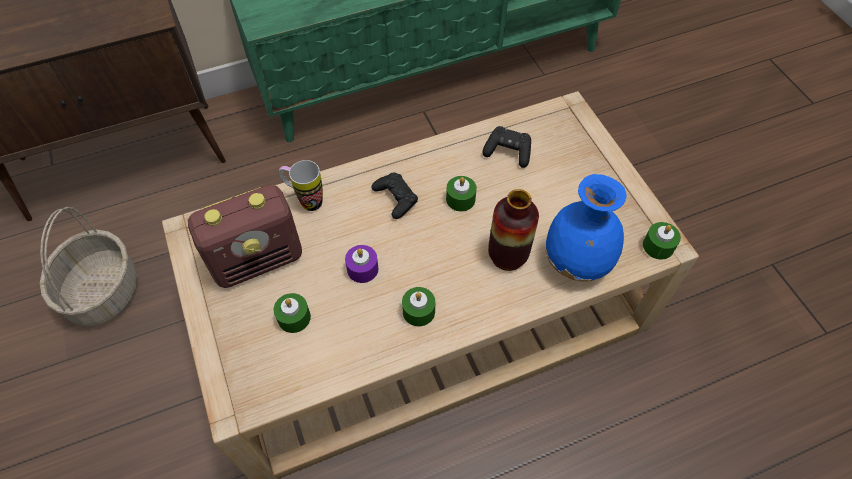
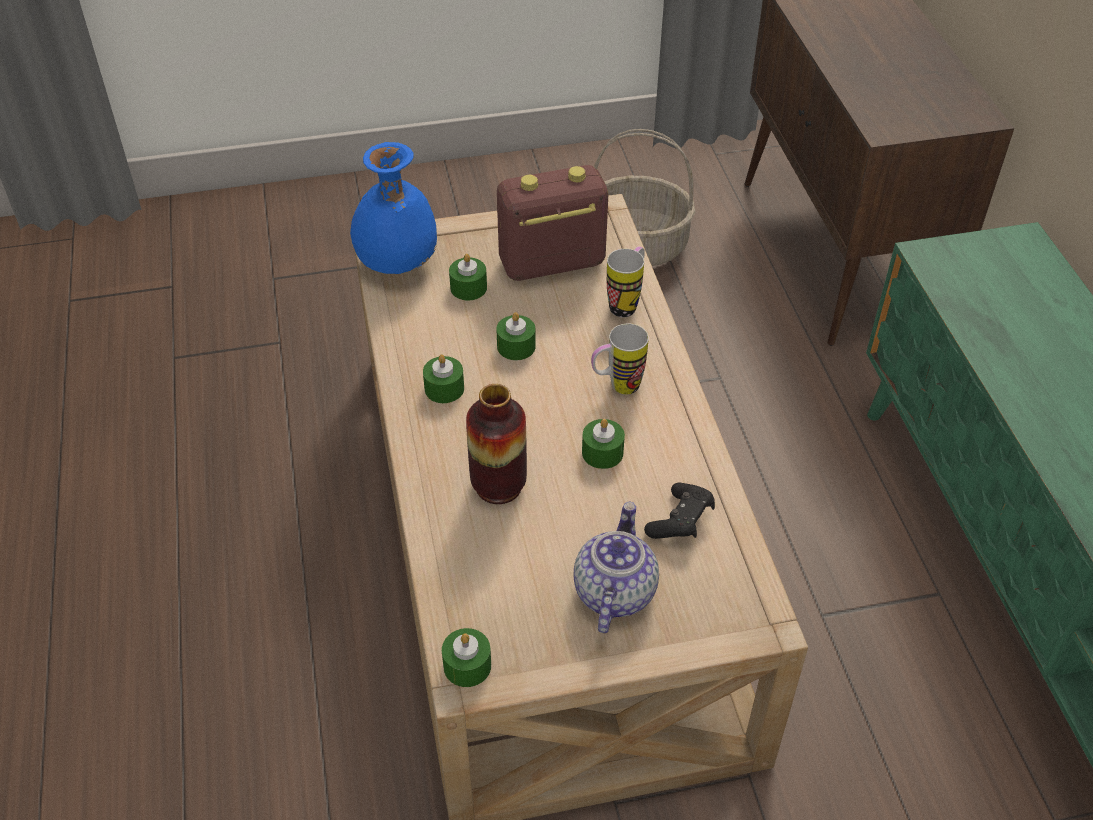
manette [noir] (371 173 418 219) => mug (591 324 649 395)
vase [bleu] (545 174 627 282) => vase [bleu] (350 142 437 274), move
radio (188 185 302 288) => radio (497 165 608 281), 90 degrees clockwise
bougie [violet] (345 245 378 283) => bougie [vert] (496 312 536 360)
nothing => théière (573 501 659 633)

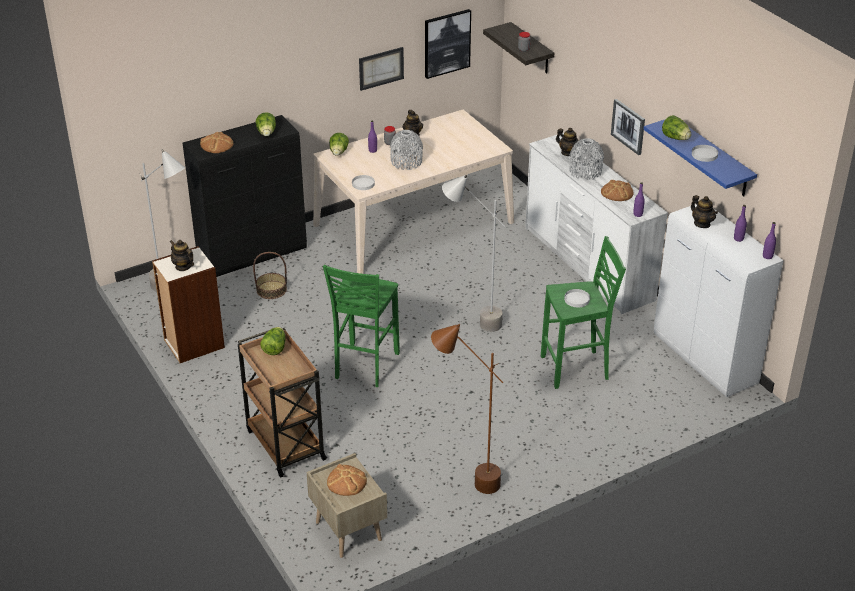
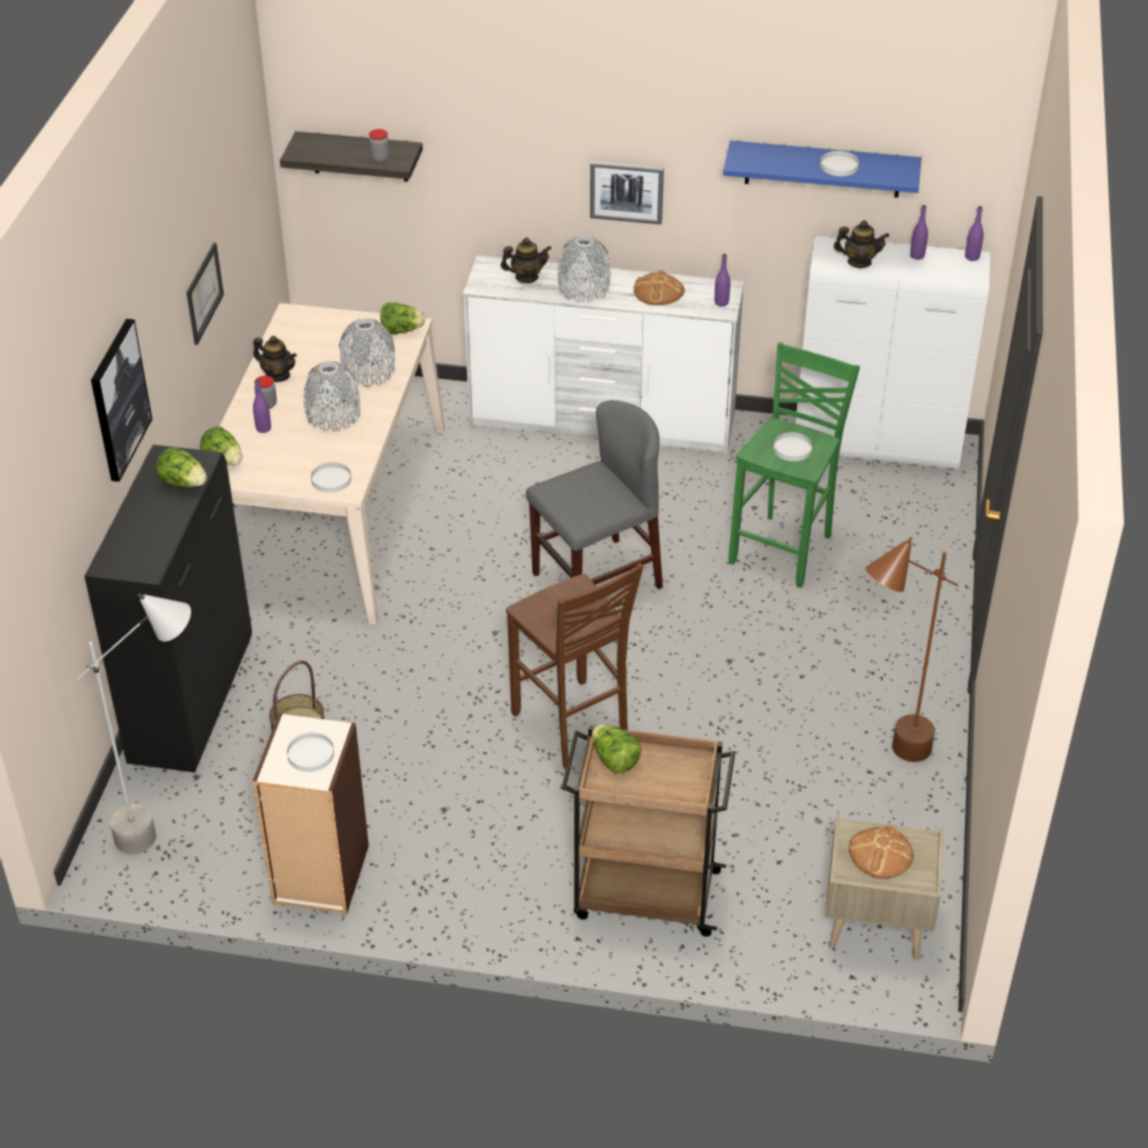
tableau (425 9 471 79) => tableau (91 319 152 482), move
laitue (662 115 691 140) => laitue (381 303 425 334), move
pain (200 132 234 153) => nothing
lampadaire [gris] (442 175 505 332) => chaise [gris] (526 400 663 590)
théière (170 240 194 271) => assiette [blanc] (287 733 334 772)
tabouret [vert] (323 265 400 387) => tabouret [marron] (506 563 644 769)
nothing => vase [gris] (339 318 395 387)

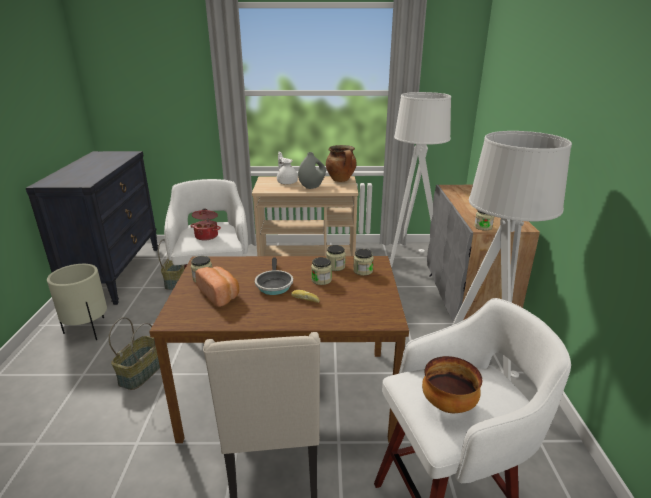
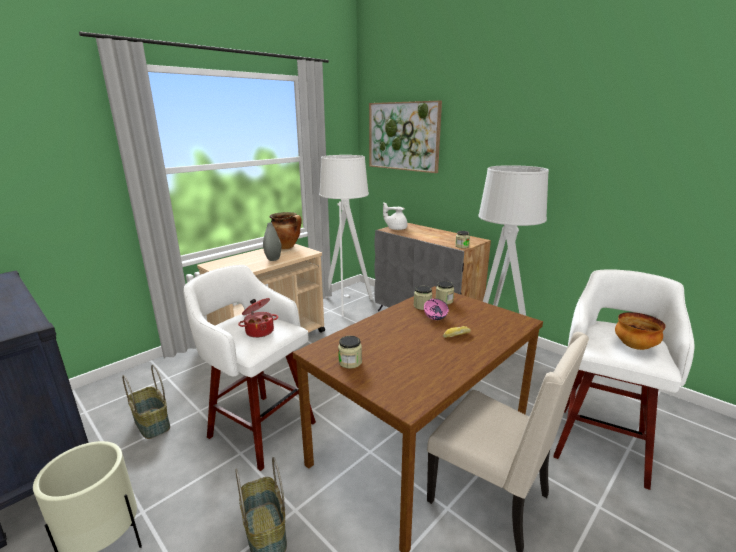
théière [blanc] (277 152 298 184) => théière [blanc] (383 202 408 230), move
poêle (255 257 293 295) => nothing
bocal (311 257 332 285) => bol [rose] (424 299 449 320)
pain (195 267 239 307) => nothing
nothing => tableau (369 101 442 173)

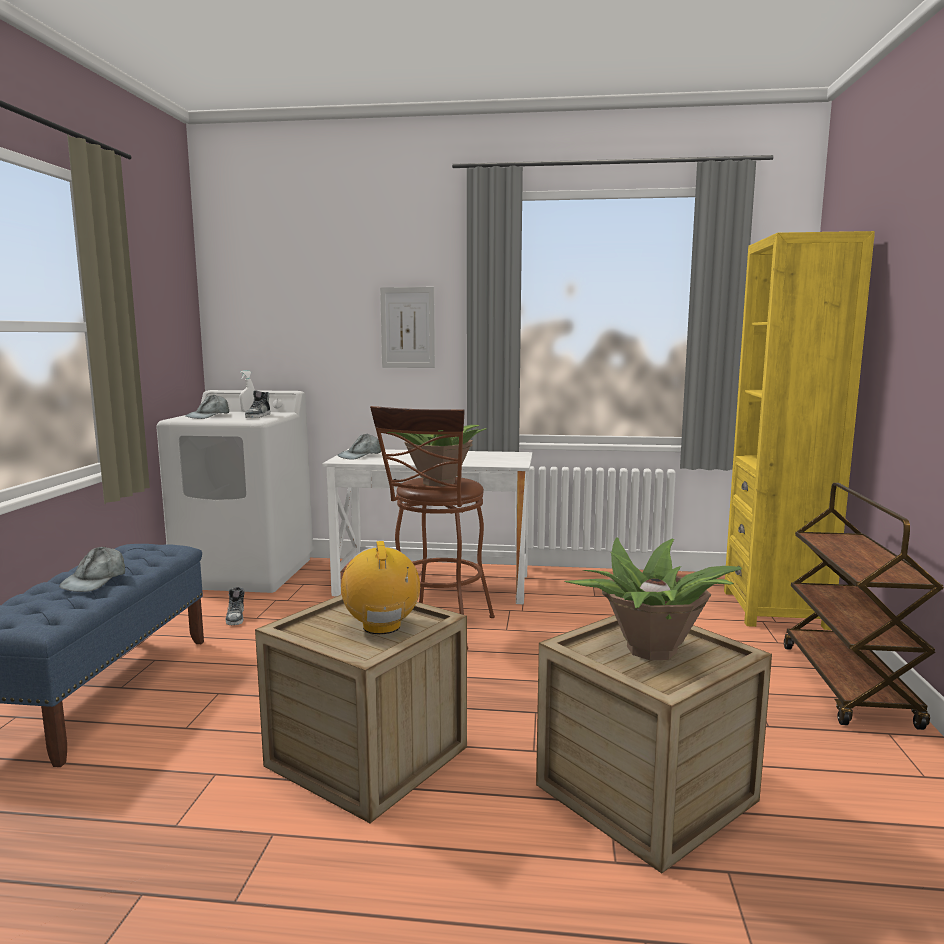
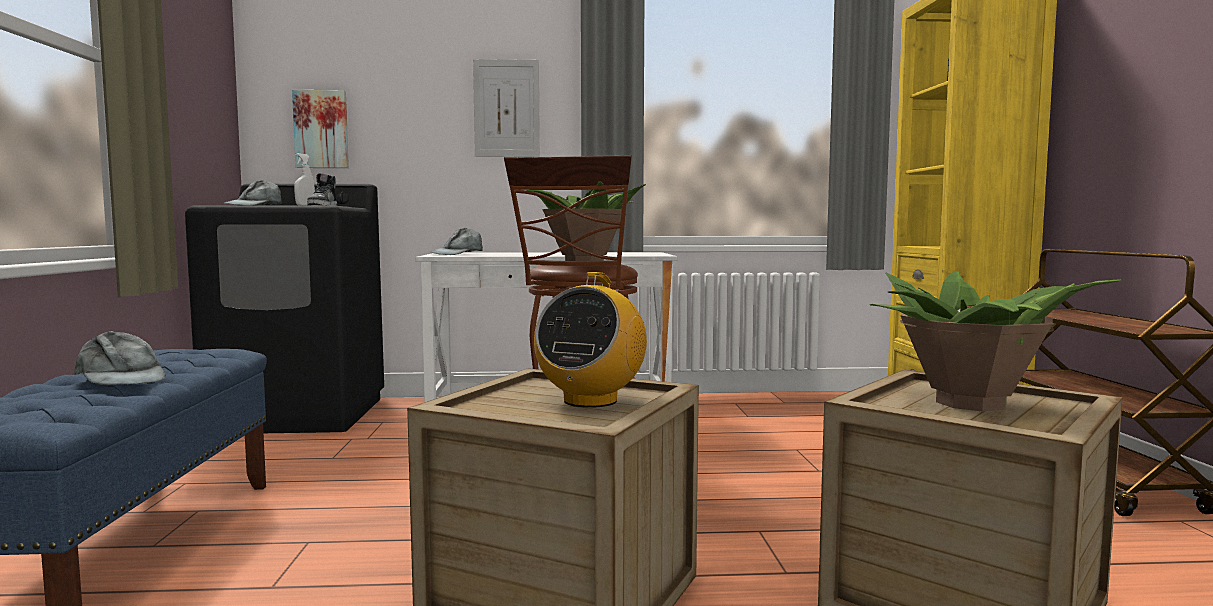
lave-linge [blanc] (156 390 313 593) => lave-linge [noir] (185 183 384 433)
radio (341 541 420 634) => radio (534 272 647 408), 135 degrees counterclockwise
casquette [gris] (59 547 125 592) => casquette [gris] (74 331 166 385), 45 degrees counterclockwise
chaussure (226 587 245 625) => nothing
nothing => tableau (292 90 349 168)

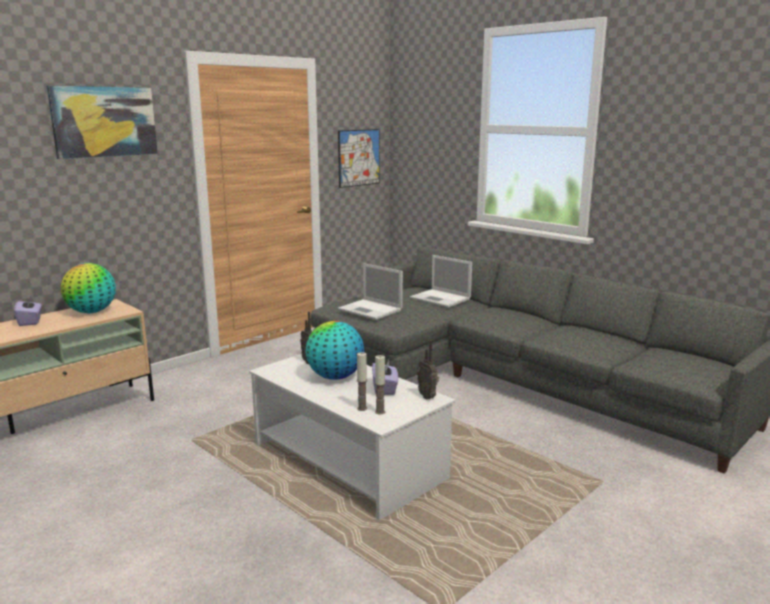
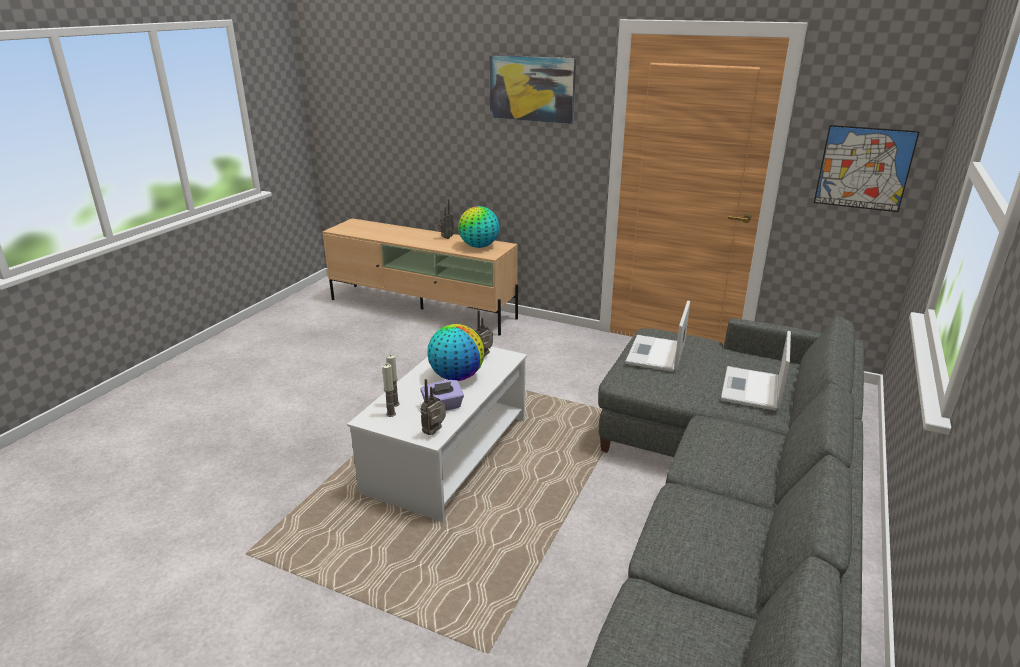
boîte à mouchoirs [violet] (14 295 42 326) => radio (438 199 454 239)

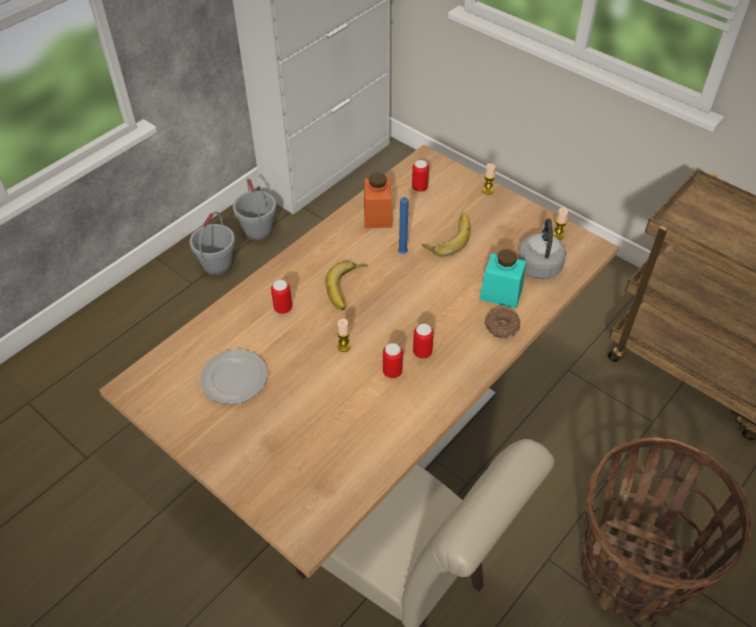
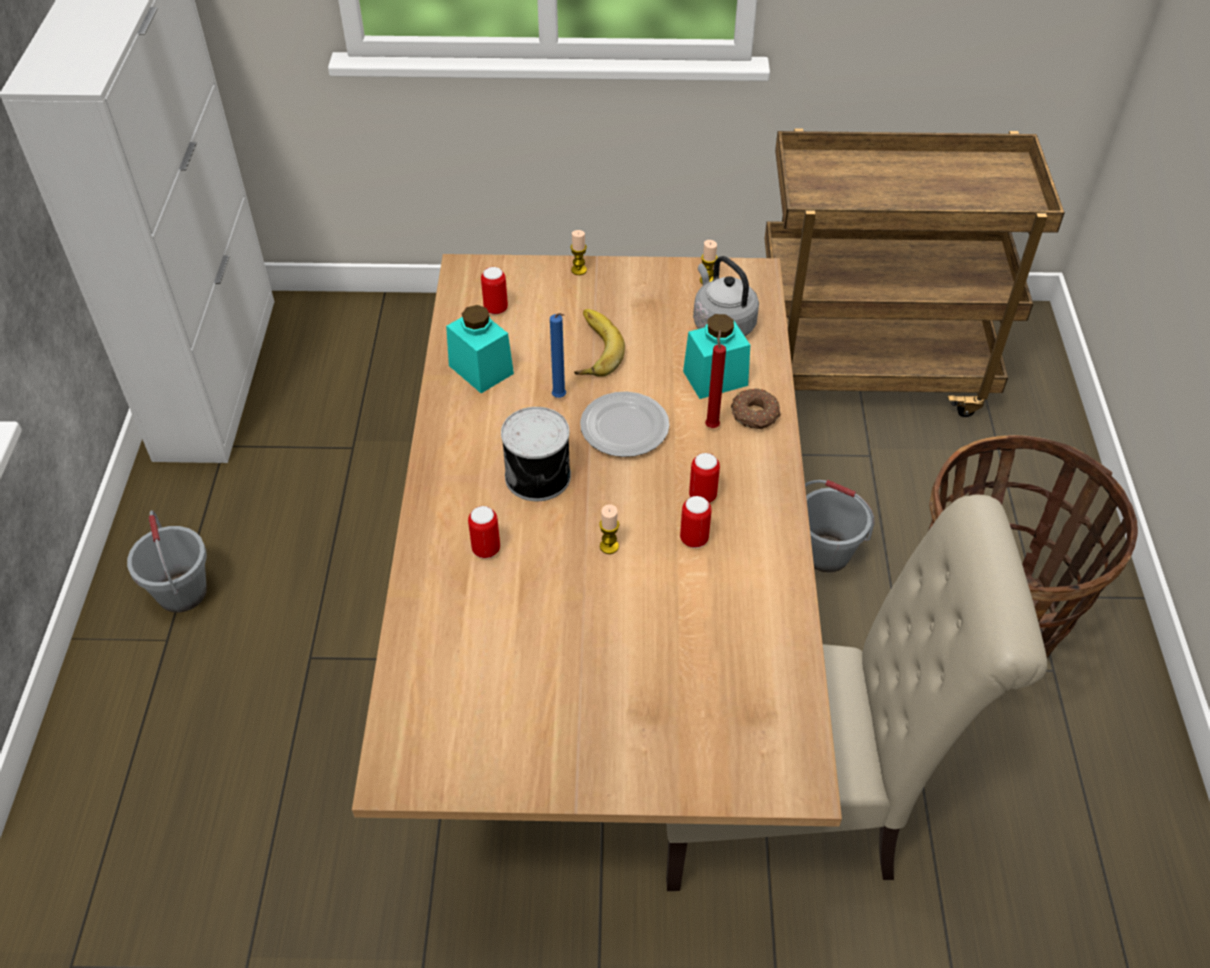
bocal [orange] (364 172 392 228) => bocal [turquoise] (446 305 514 393)
seau [gris] (233 178 276 241) => seau [gris] (805 480 875 572), move
banane (325 261 368 310) => boîte métallique (501 407 571 501)
assiette (200 350 267 404) => assiette (580 391 670 457), move
nothing => bougie [rouge] (705 330 726 428)

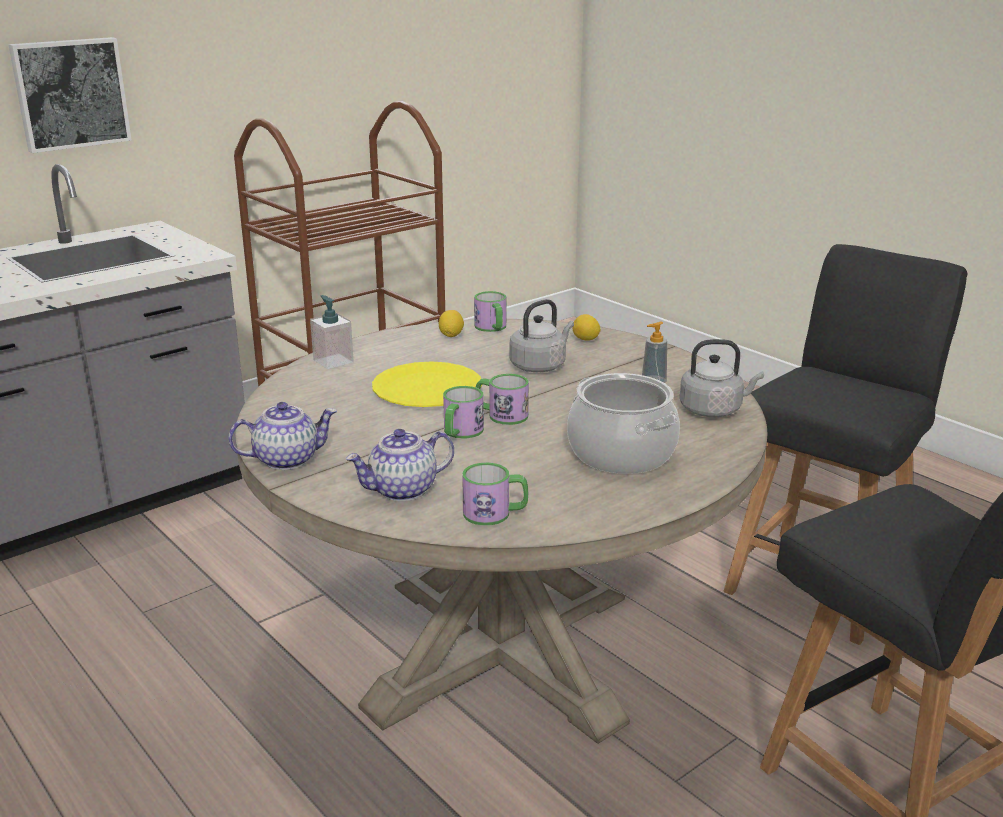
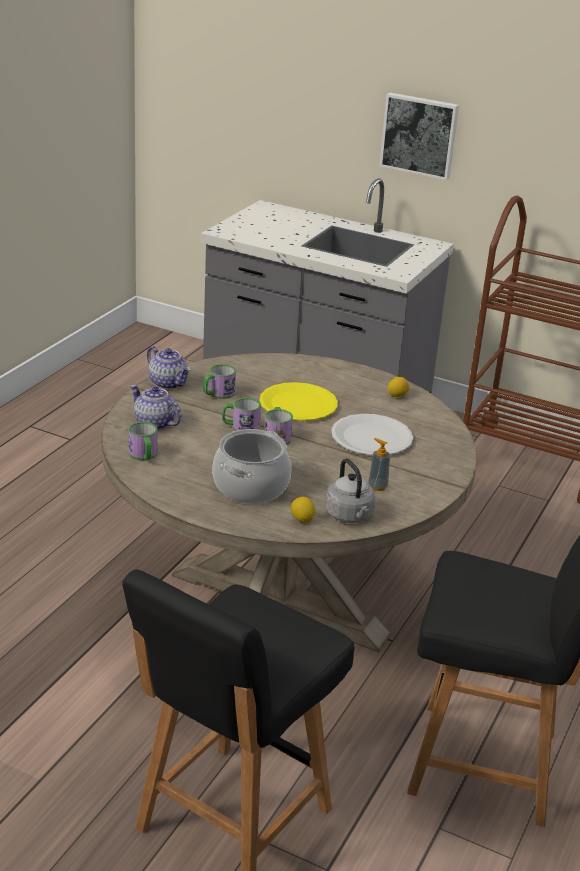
mug (474 291 506 332) => mug (203 364 236 399), move
distributeur de savon (310 295 354 369) => nothing
bouilloire [gris] (509 299 574 372) => assiette [blanc] (331 414 413 455)
citron (572 314 601 341) => citron (291 497 315 523), move

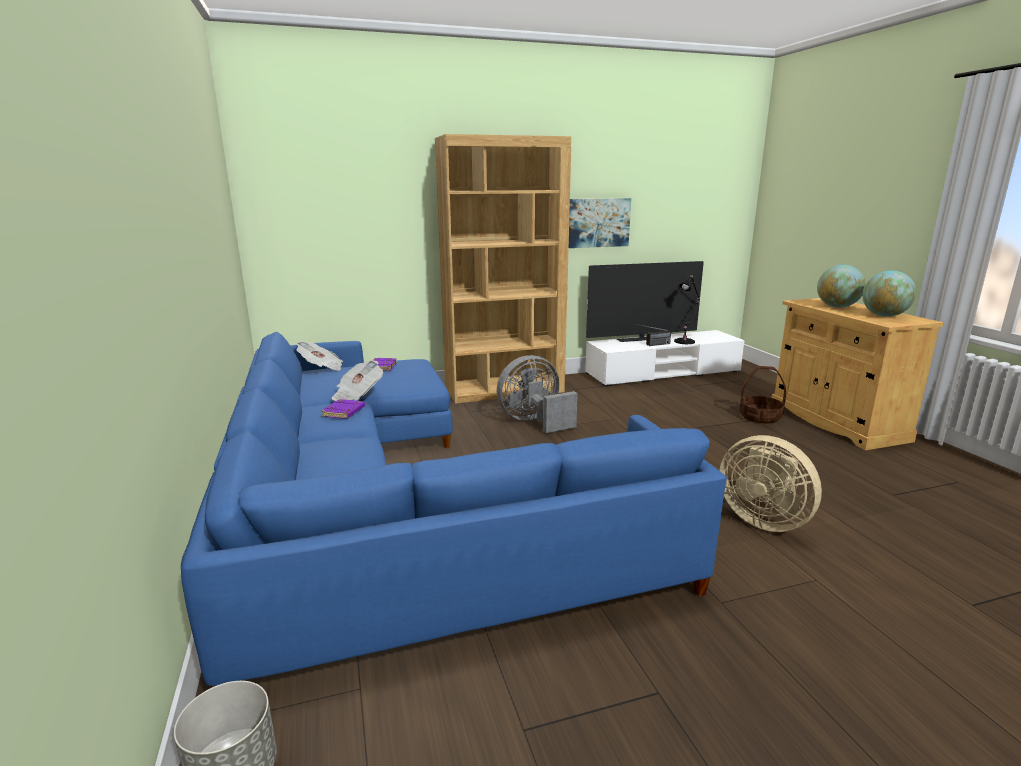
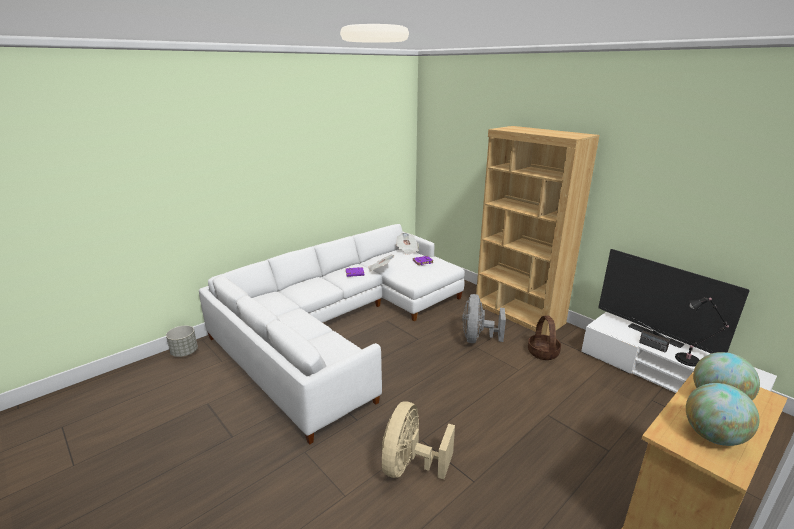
tableau (569 198 631 248) => nothing
canapé [bleu] (181 332 727 687) => canapé [blanc] (199 224 465 445)
ventilateur [gris] (497 355 578 433) => ventilateur [gris] (462 294 506 343), 120 degrees counterclockwise
panier (740 366 786 423) => panier (528 315 561 360), move

